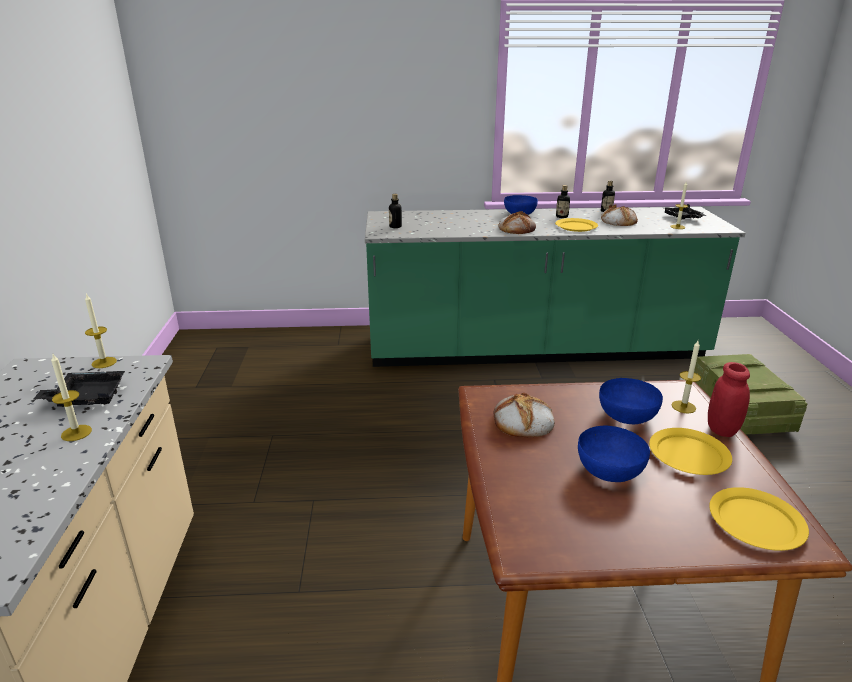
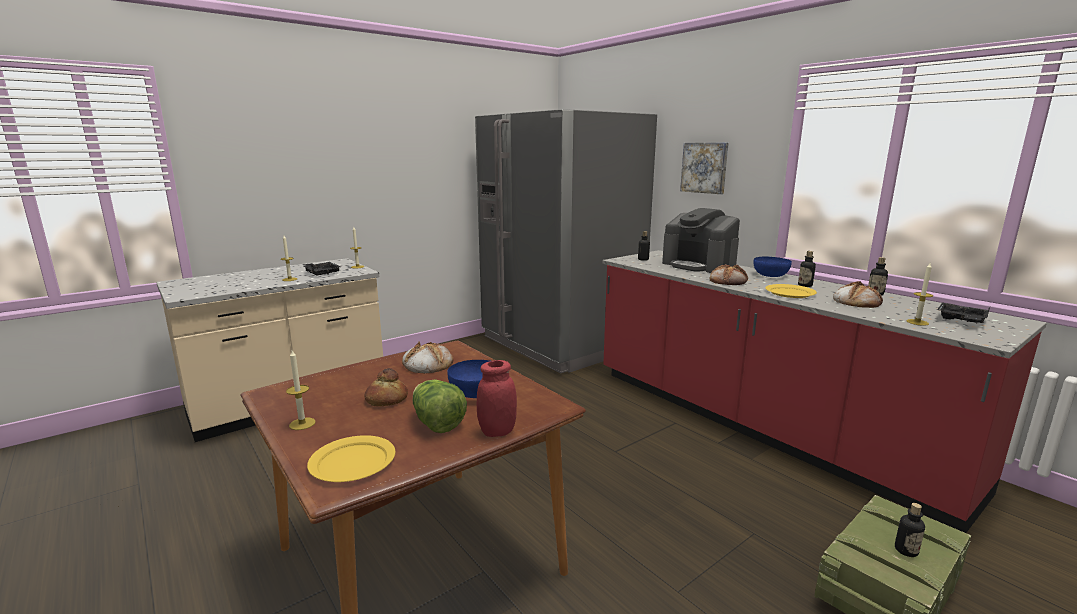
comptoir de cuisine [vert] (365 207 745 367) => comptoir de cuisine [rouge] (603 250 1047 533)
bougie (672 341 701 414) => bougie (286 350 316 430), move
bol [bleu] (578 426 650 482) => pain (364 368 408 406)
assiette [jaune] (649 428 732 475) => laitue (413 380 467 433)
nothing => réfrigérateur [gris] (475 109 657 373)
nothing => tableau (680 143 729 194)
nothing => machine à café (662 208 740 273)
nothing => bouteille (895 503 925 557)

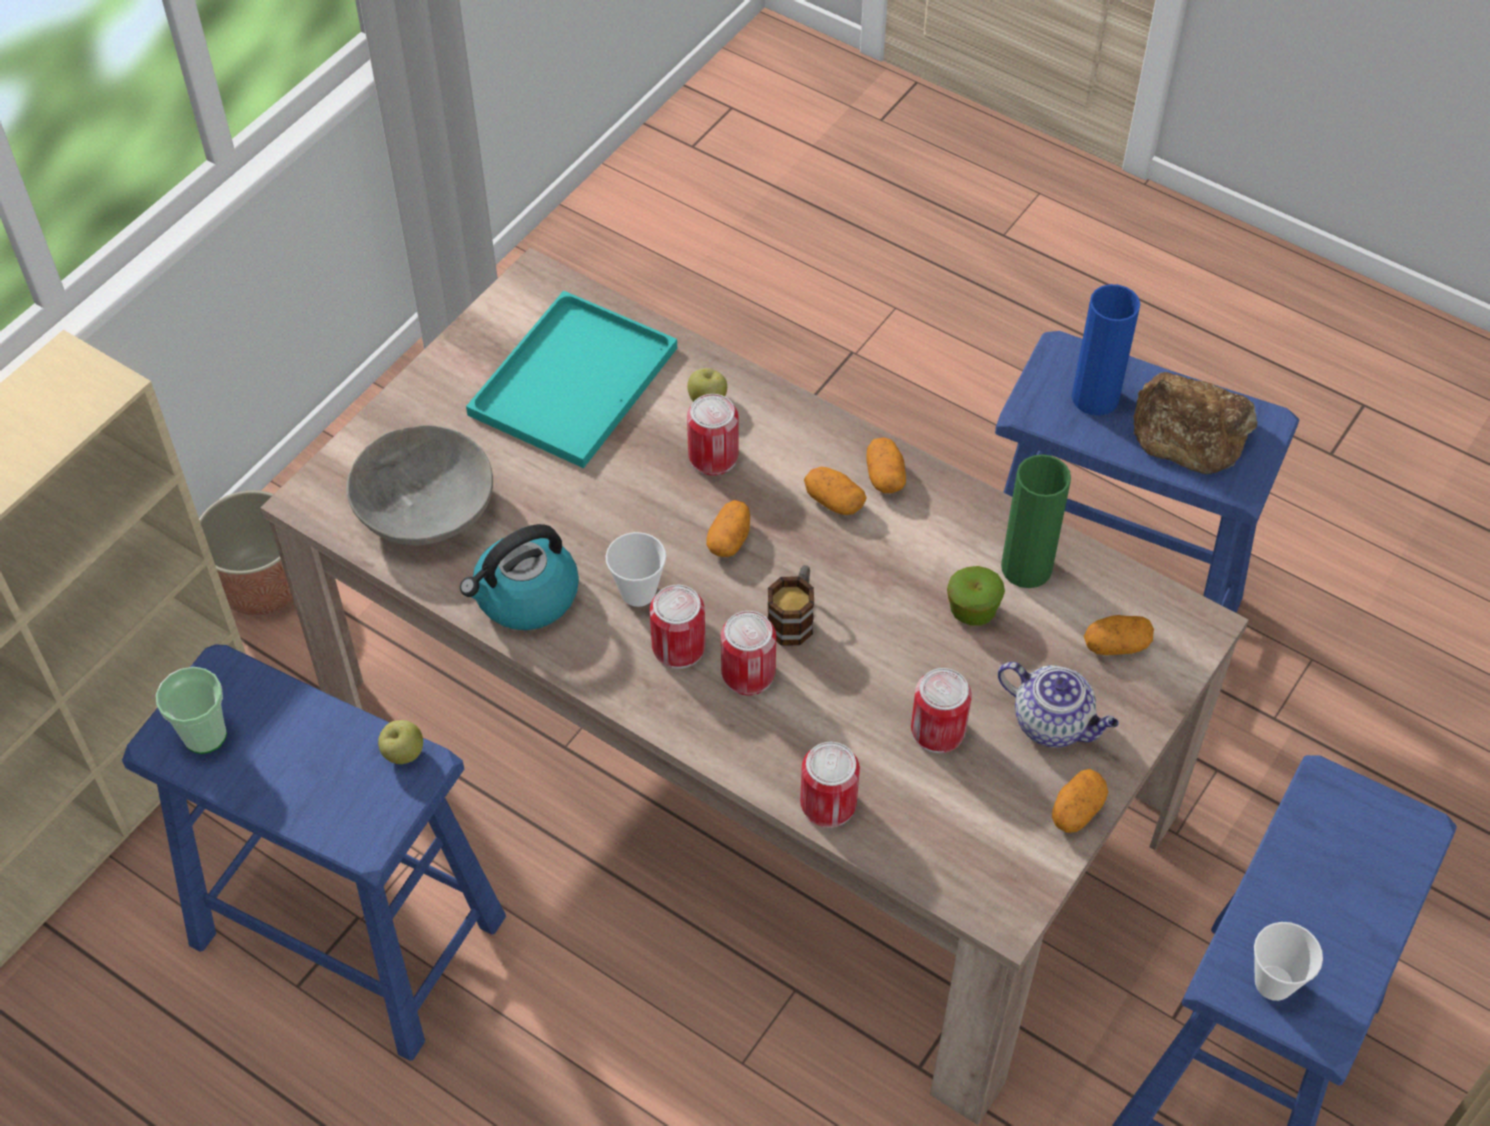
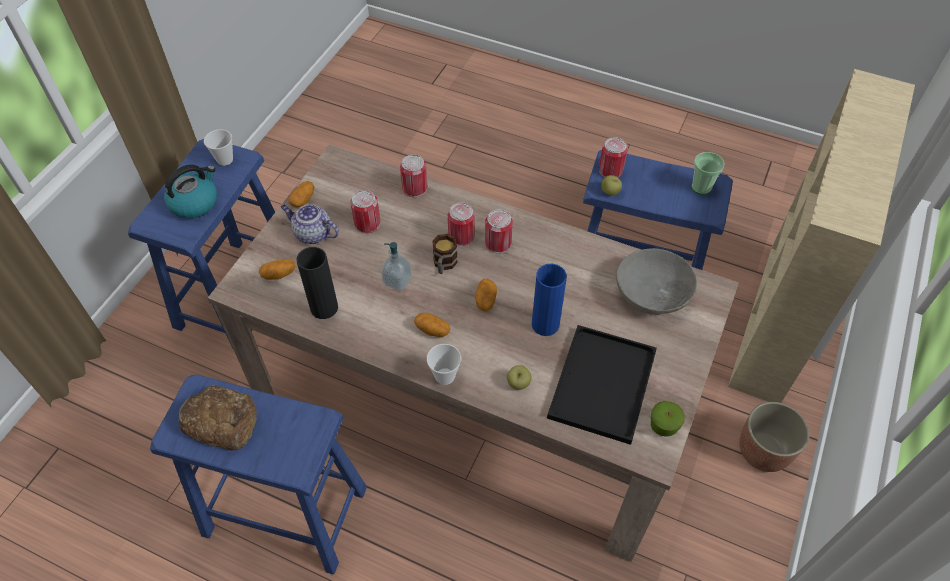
vase [bleu] (1072 284 1140 416) => vase [bleu] (532 264 567 336), move
plateau [turquoise] (466 290 677 468) => plateau [noir] (547 325 657 445)
boîte métallique (687 394 739 476) => boîte métallique (599 137 628 177), move
pomme de terre (867 437 906 493) => nothing
vase [vert] (1001 454 1071 588) => vase [noir] (296 247 338 319)
bouilloire (460 524 579 630) => bouilloire (164 165 217 219), move
tasse (606 532 666 607) => tasse (427 344 461 385), move
pomme (947 566 1005 626) => pomme (651 401 685 437), move
nothing => distributeur de savon (381 242 412 291)

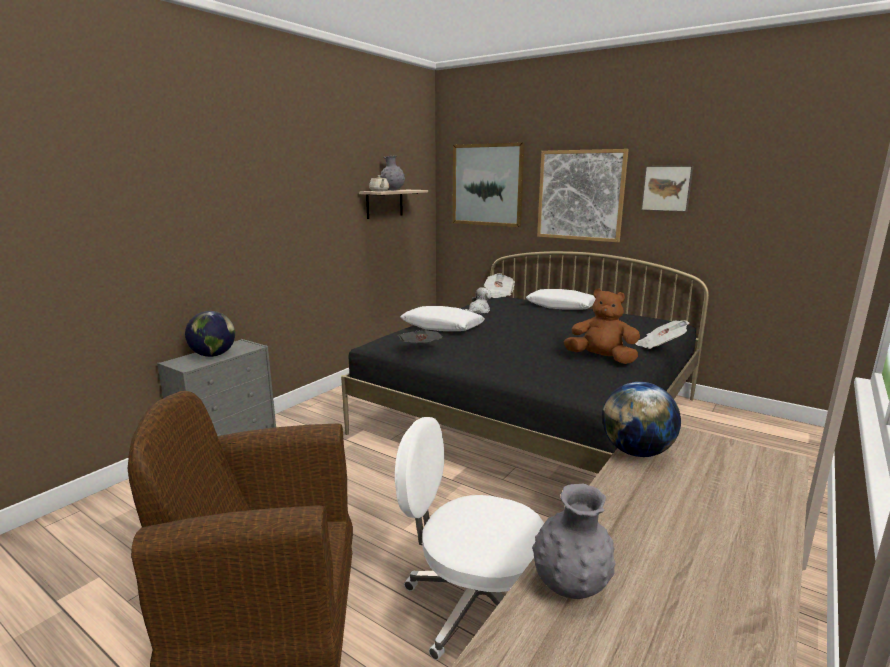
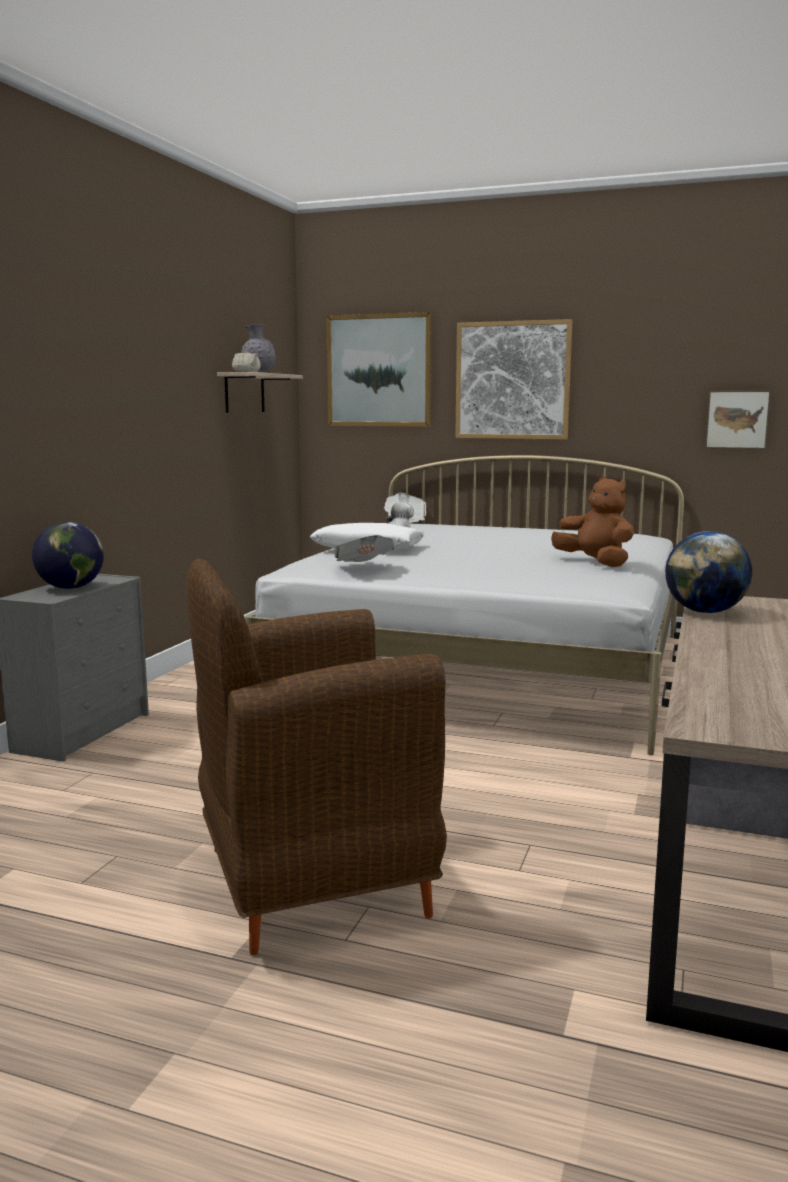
tableau (641 166 693 212) => tableau (705 391 771 449), move
lit [noir] (341 251 709 474) => lit [blanc] (245 455 684 755)
coussin [blanc] (526 289 596 310) => nothing
peluche [marron] (564 289 640 364) => peluche [marron] (551 476 634 567), 45 degrees clockwise
journal (635 320 690 349) => nothing
chaise de bureau [blanc] (395 417 544 660) => nothing
vase [gris] (532 483 616 599) => nothing

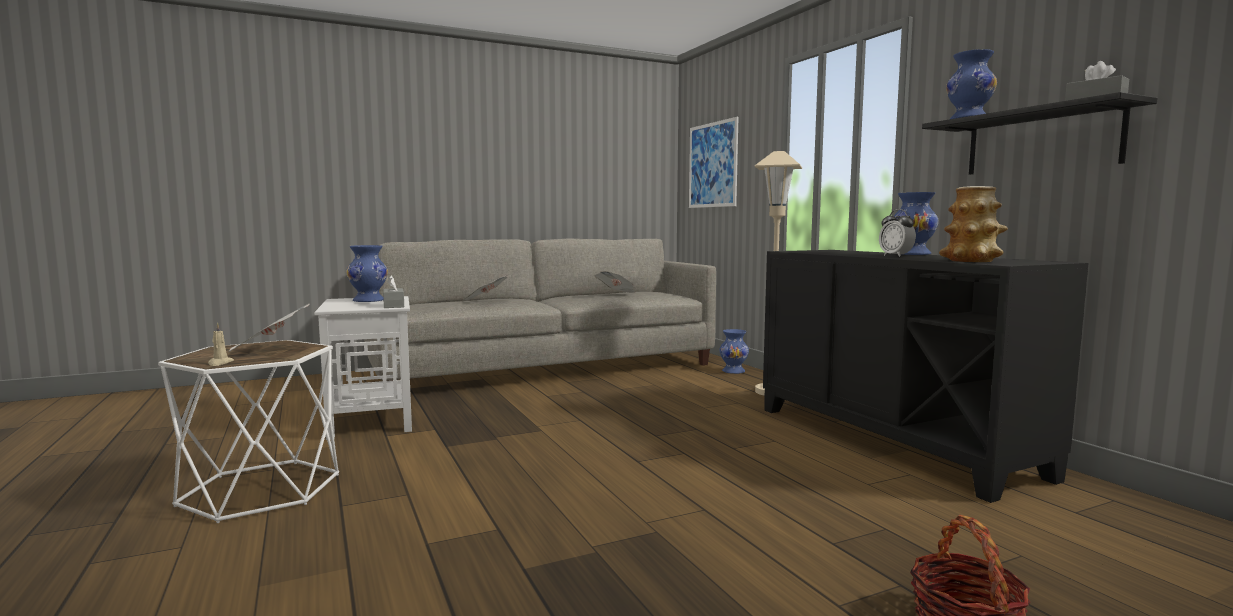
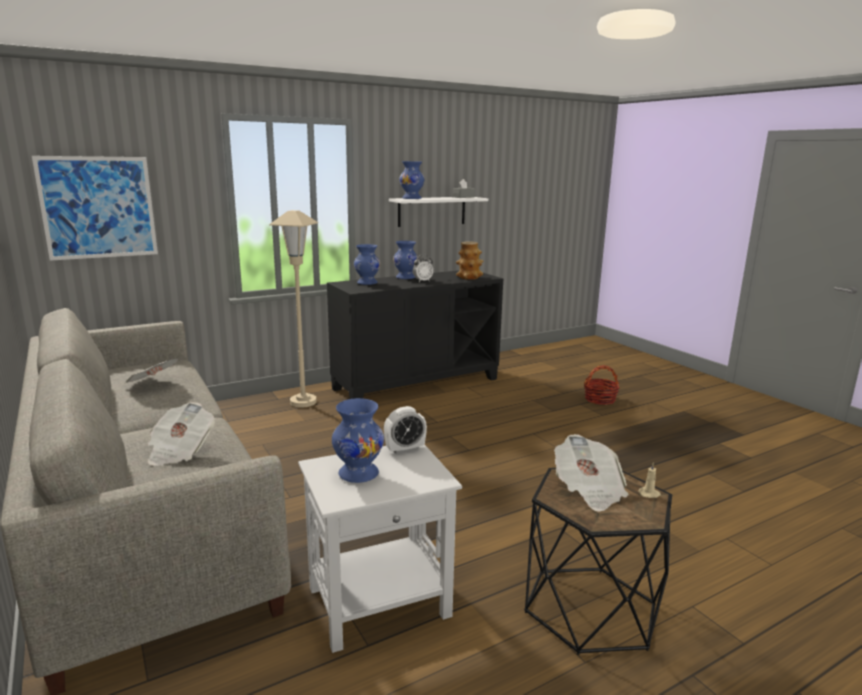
étagère [noir] (922 92 1158 175) => étagère [blanc] (389 197 488 227)
boîte à mouchoirs [gris] (383 275 404 308) => réveil (384 406 427 455)
vase [bleu] (720 329 749 374) => vase [bleu] (354 244 380 285), move
table d'appoint [blanc] (158 340 339 523) => table d'appoint [noir] (524 468 672 655)

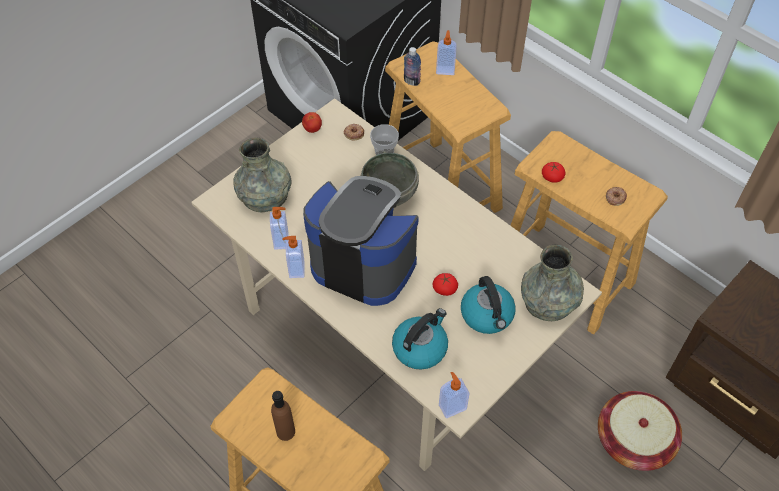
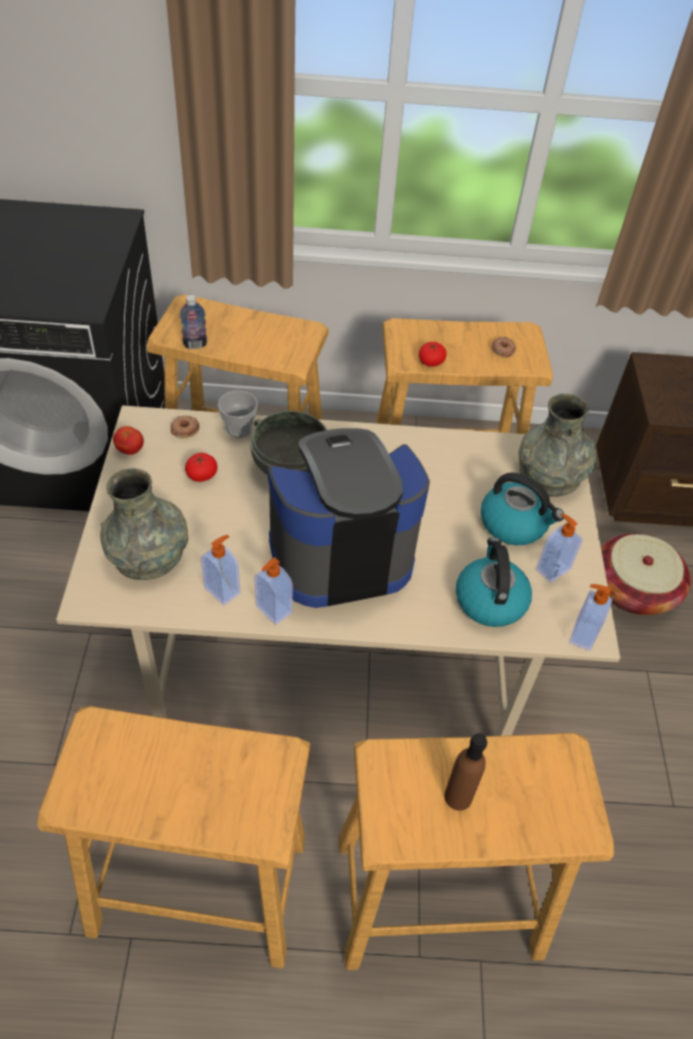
distributeur de savon (436 30 457 75) => distributeur de savon (536 514 583 583), move
tomate (433 273 458 296) => tomate (185 453 218 482), move
nothing => tabouret [beige] (37 706 310 968)

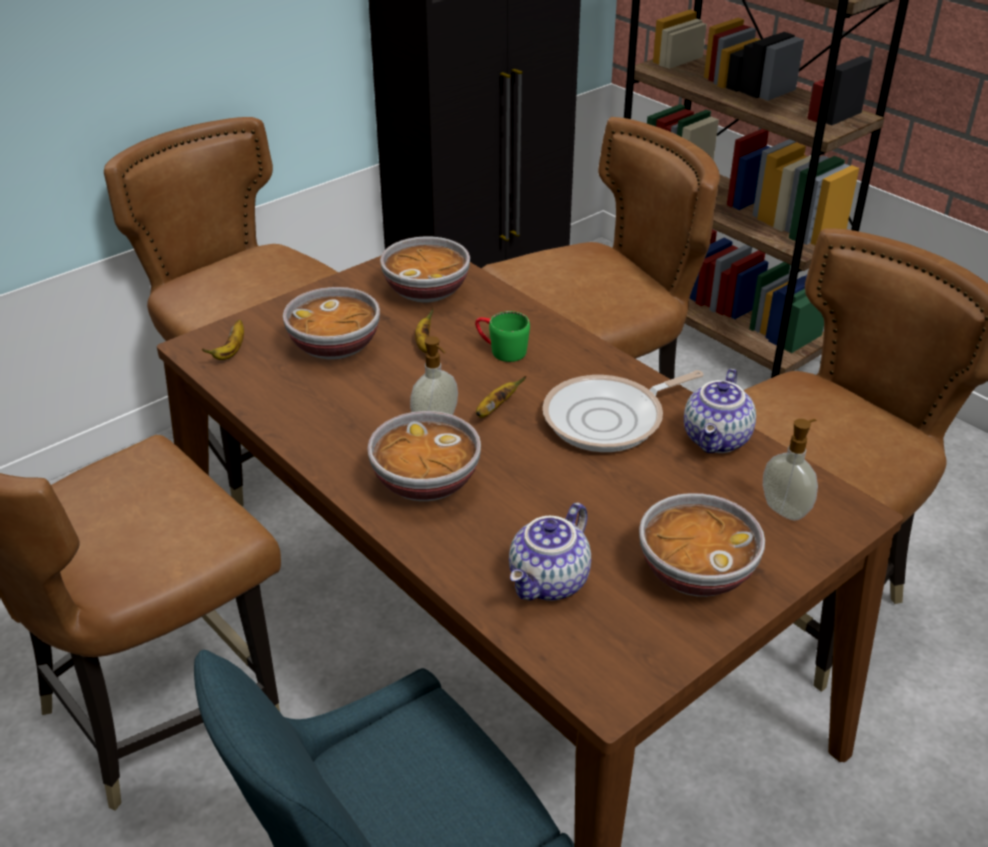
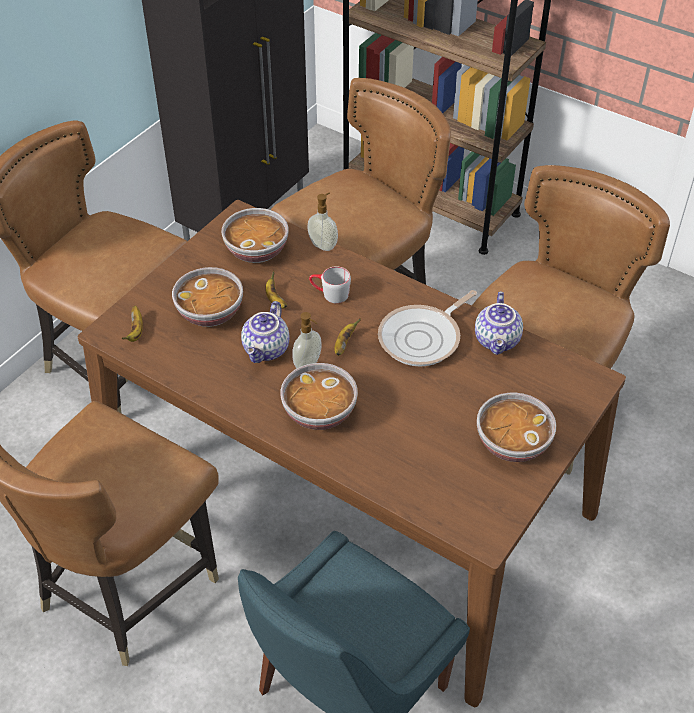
mug [vert] (475 311 530 362) => mug [gris] (309 266 351 303)
distributeur de savon (763 419 818 521) => distributeur de savon (307 193 338 251), move
théière (509 502 591 601) => théière (241 301 289 363), move

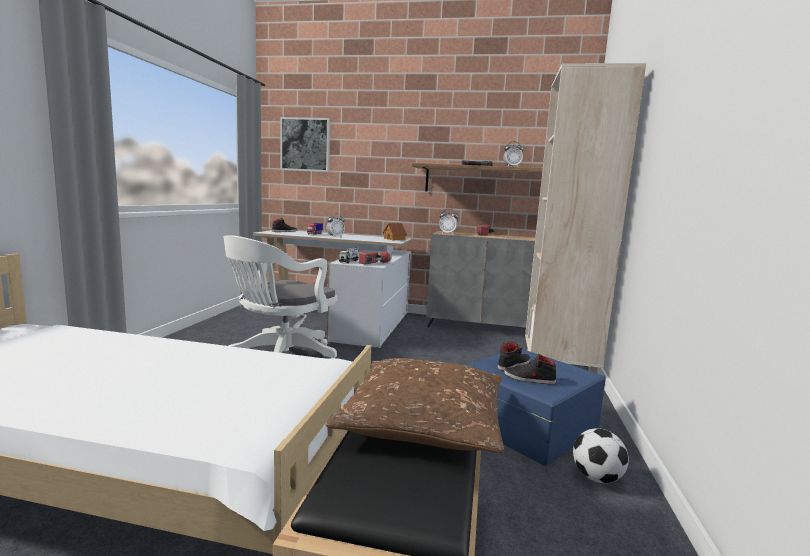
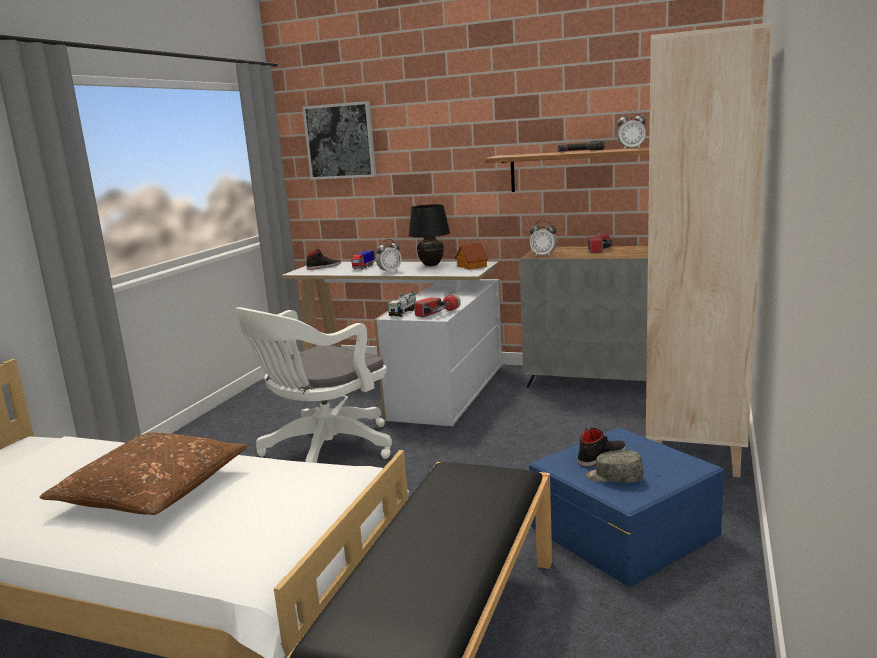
chaussure [noir] (504 353 556 385) => casquette [gris] (586 450 644 483)
coussin [marron] (326 358 504 453) => coussin [marron] (40 433 248 515), move
ballon de foot (573 428 629 483) => nothing
nothing => lampe de table [noir] (408 204 450 266)

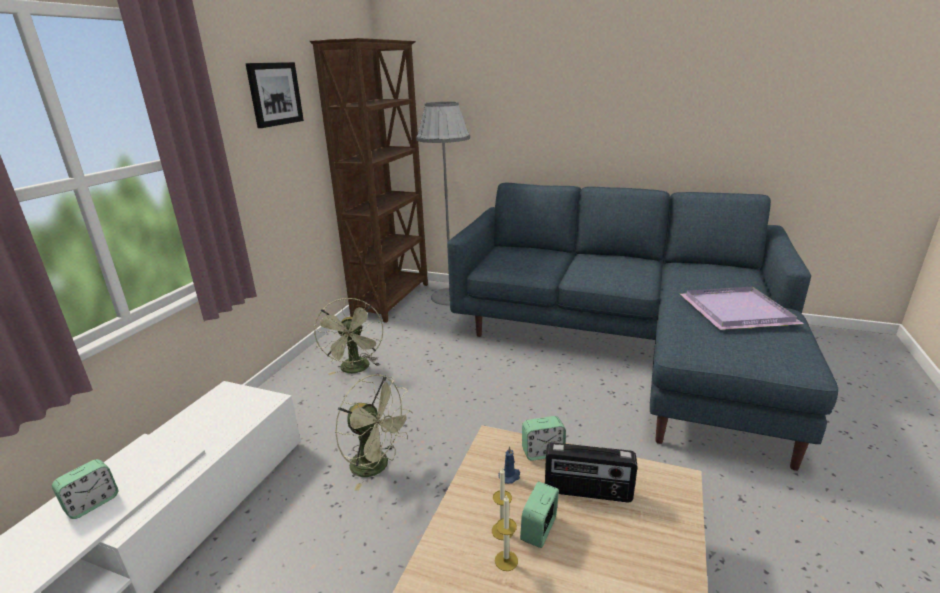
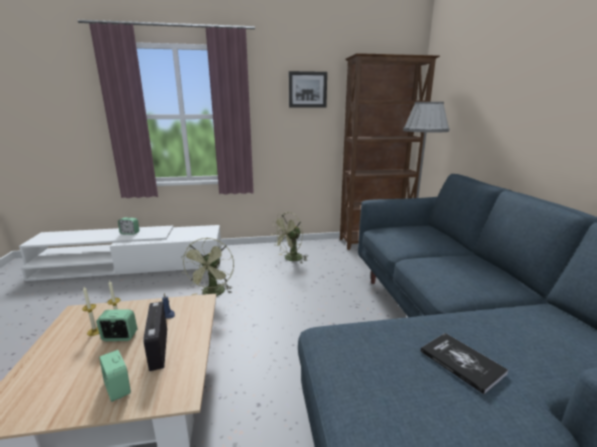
plateau [violet] (680 286 804 330) => livre (420 333 508 394)
réveil (522 416 566 461) => réveil (99 350 131 402), move

